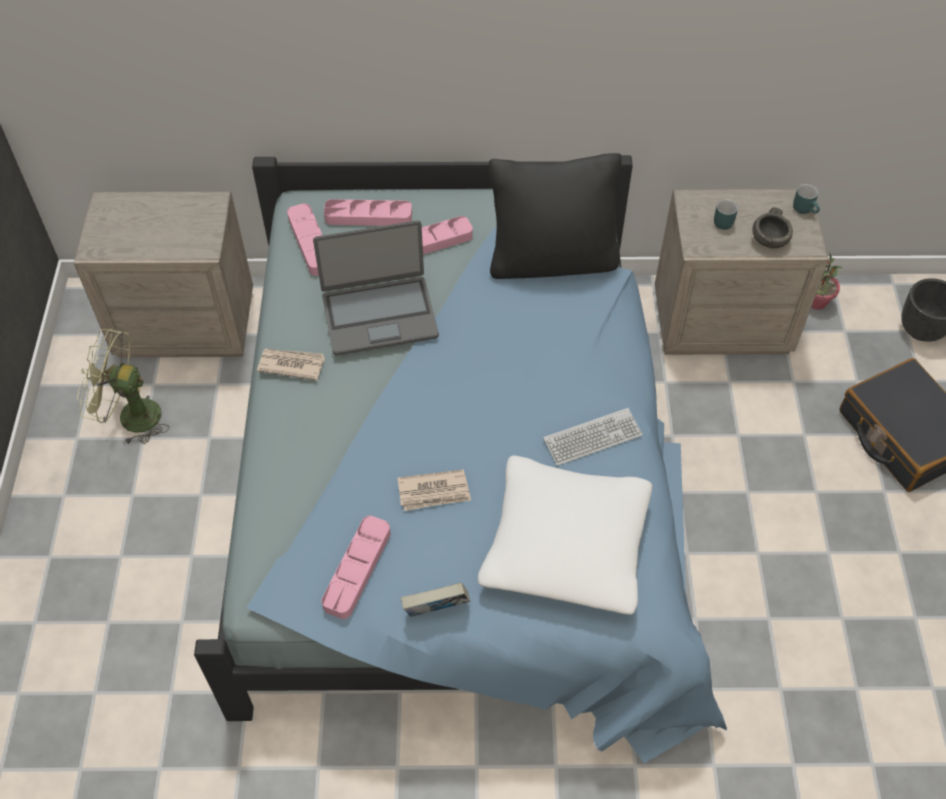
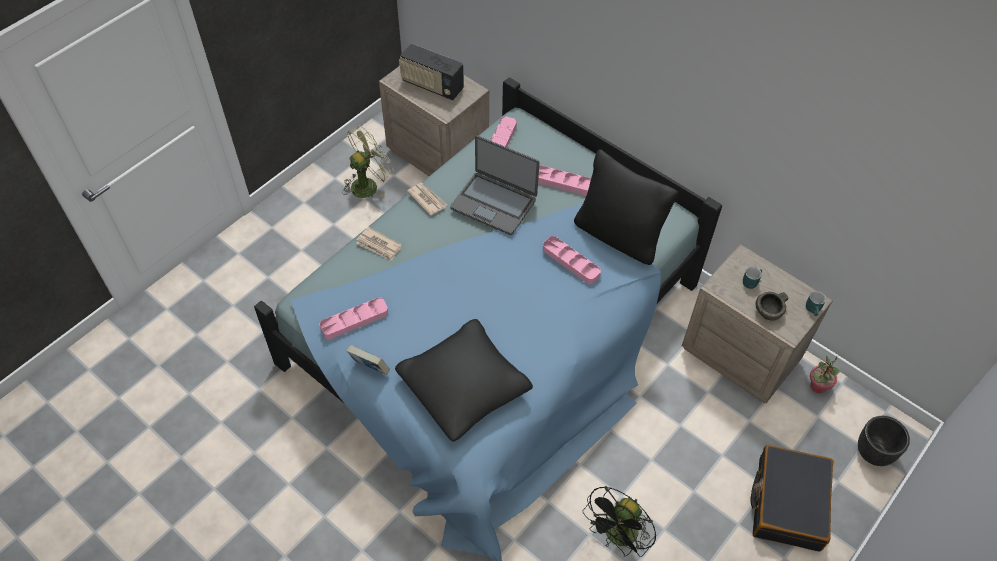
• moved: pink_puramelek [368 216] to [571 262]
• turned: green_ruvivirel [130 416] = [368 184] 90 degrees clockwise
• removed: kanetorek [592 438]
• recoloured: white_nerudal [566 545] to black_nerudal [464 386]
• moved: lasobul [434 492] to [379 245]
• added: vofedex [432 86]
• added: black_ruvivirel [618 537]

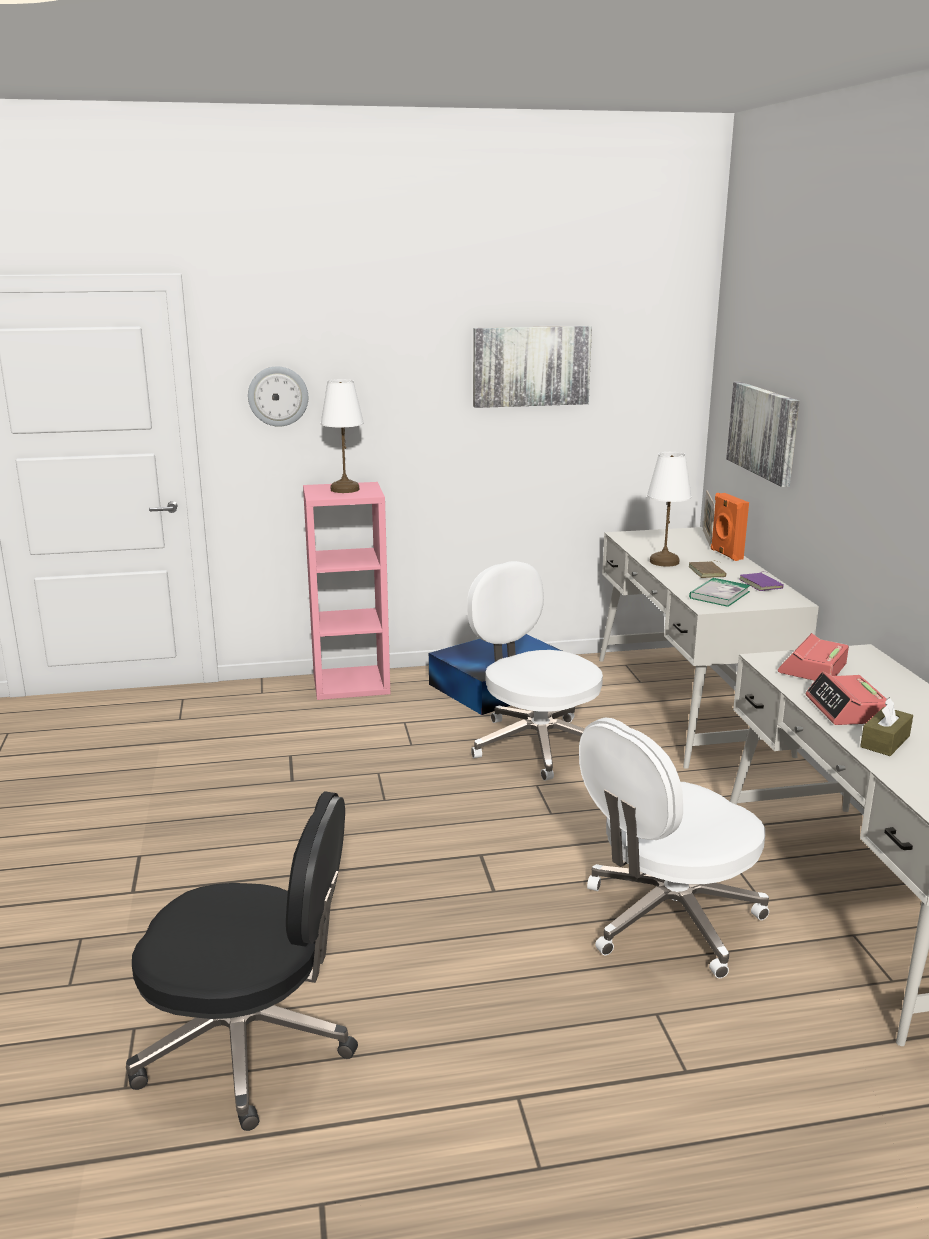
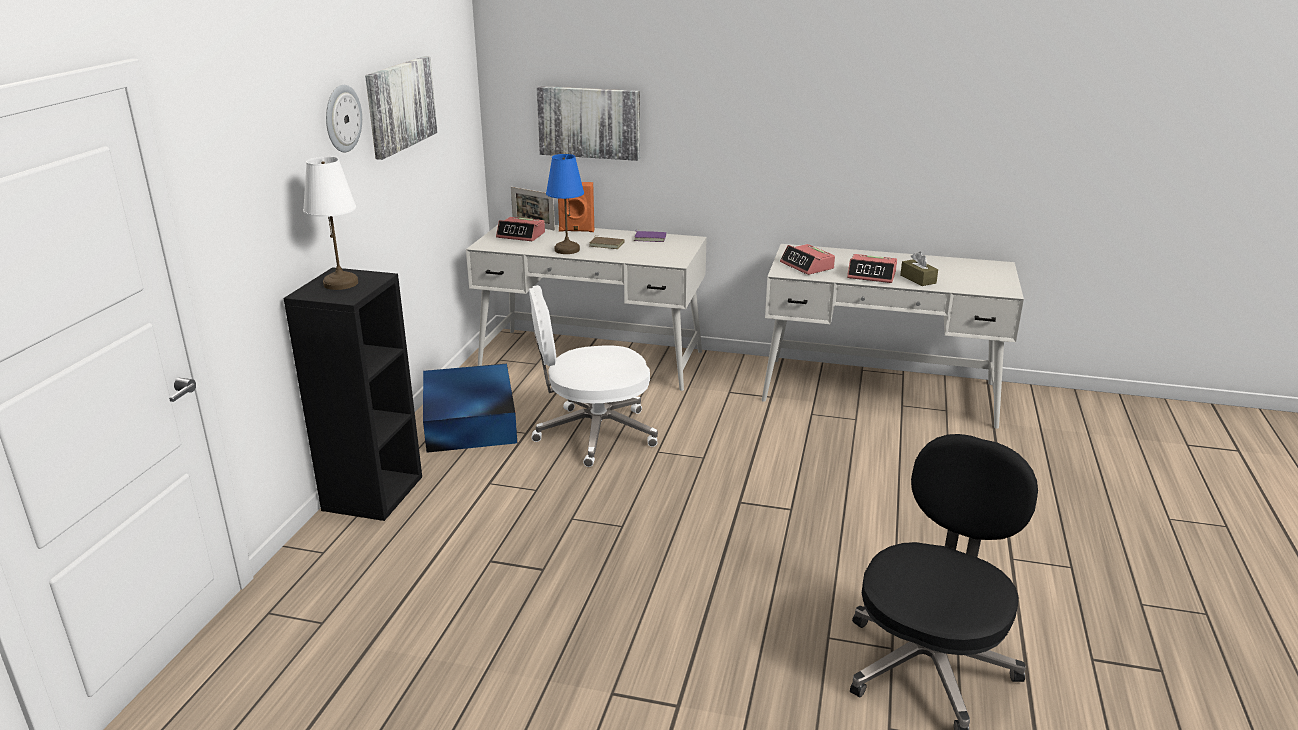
• moved: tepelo [278 396] to [342 118]
• recoloured: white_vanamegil [663 561] to blue_vanamegil [566 250]
• recoloured: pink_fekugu [352 684] to black_fekugu [372 492]
• removed: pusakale [719 595]
• removed: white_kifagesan [667 920]
• added: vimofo [521 235]

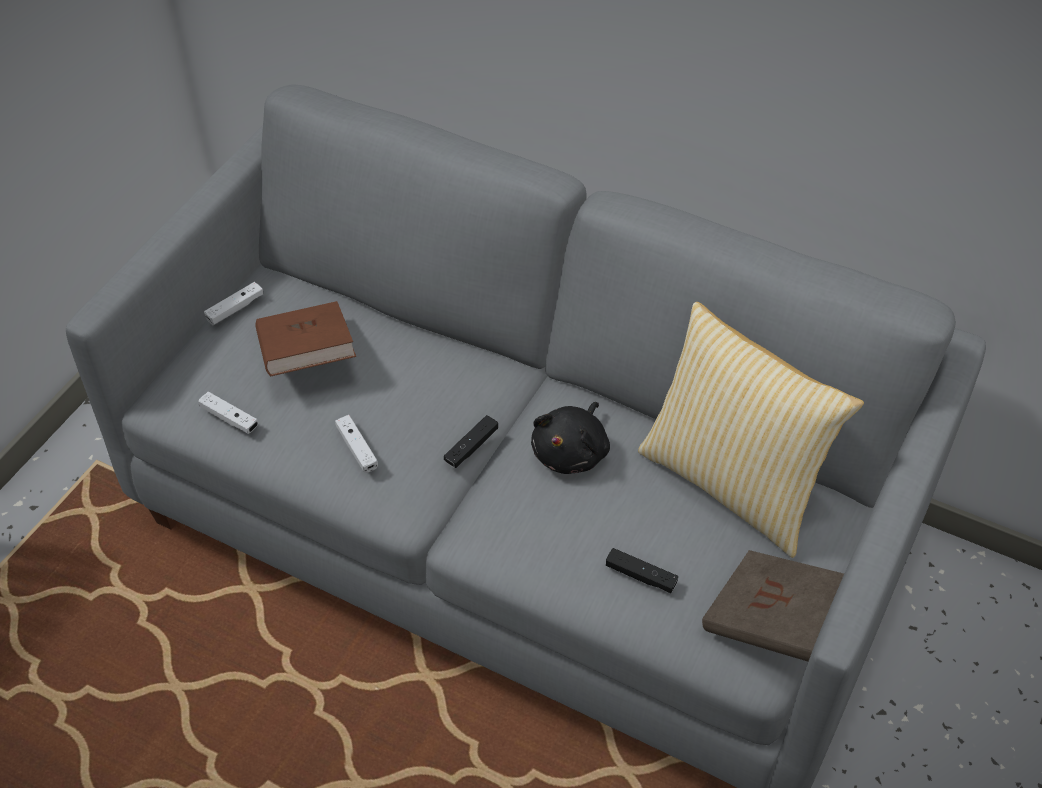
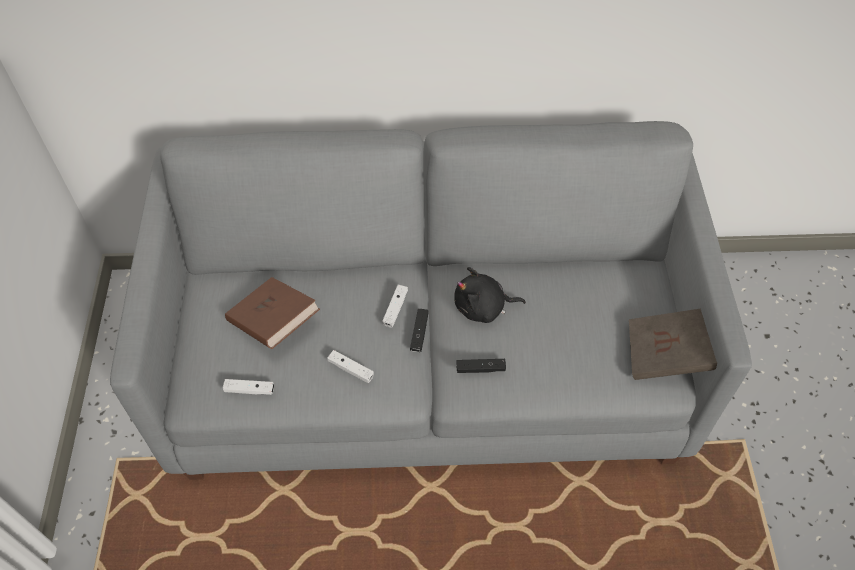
• moved: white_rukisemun [235 308] to [395 309]
• removed: nerudal [733 482]
• turned: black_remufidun [572 452] = [483 307] 90 degrees clockwise
• moved: black_rukisemun [641 576] to [480 369]

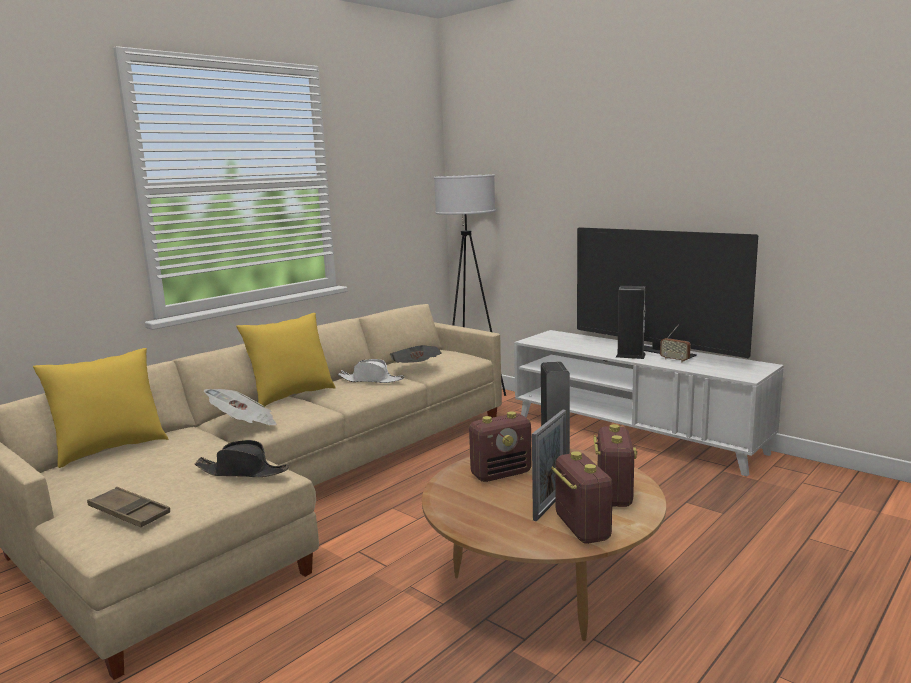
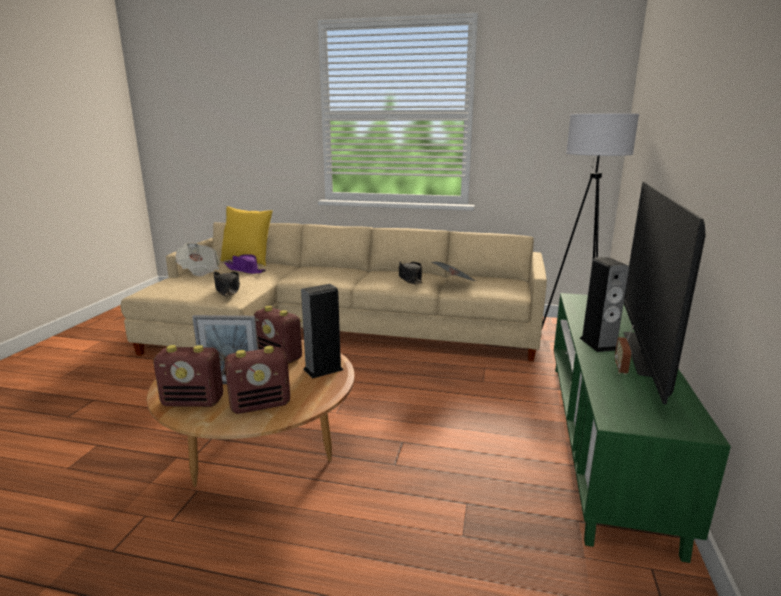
• removed: yellow_nerudal [291 396]
• recoloured: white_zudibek [634 434] to green_zudibek [603 439]
• recoloured: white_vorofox [371 380] to black_vorofox [410 278]
• moved: lasobul [244 424] to [199 270]
• turned: vofedex [581 528] = [193 402] 45 degrees clockwise
• removed: brown_puramelek [129 513]
• added: purple_vorofox [245 270]

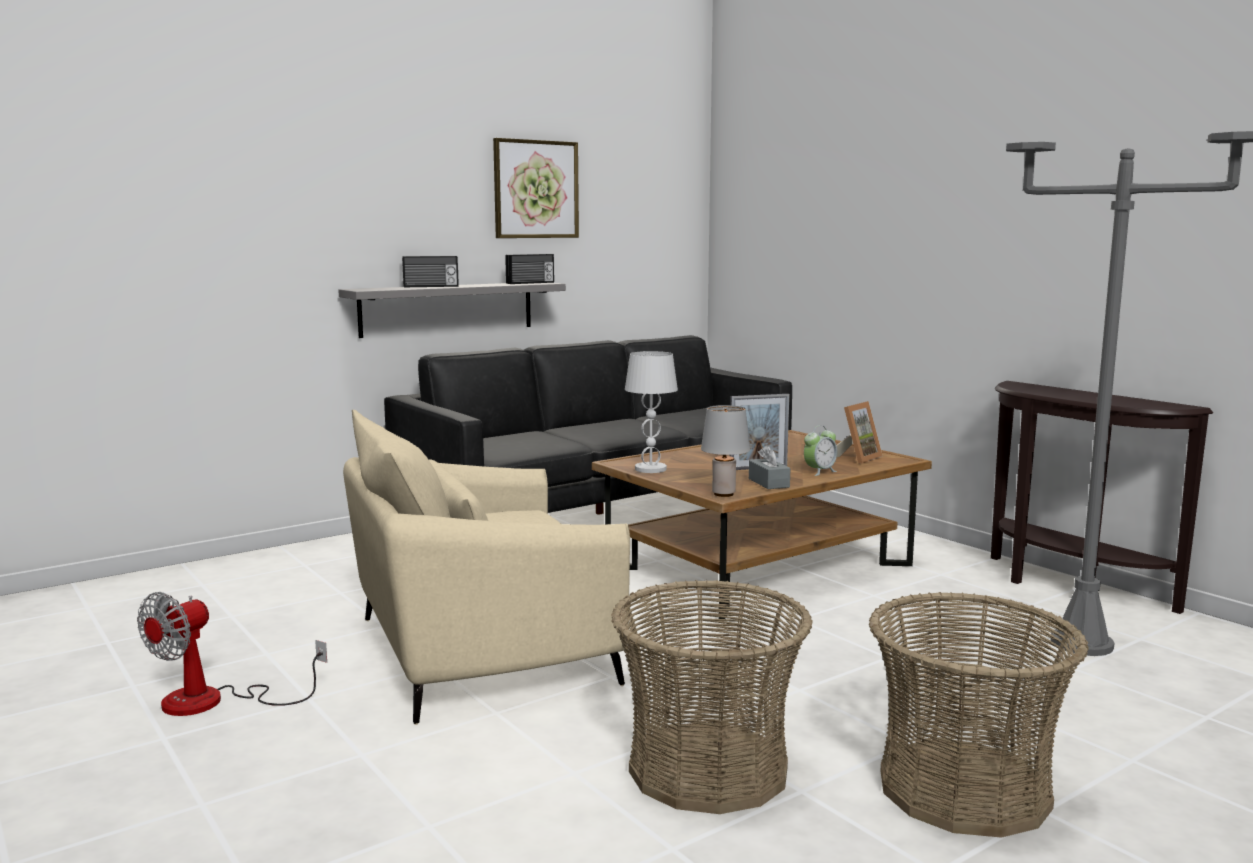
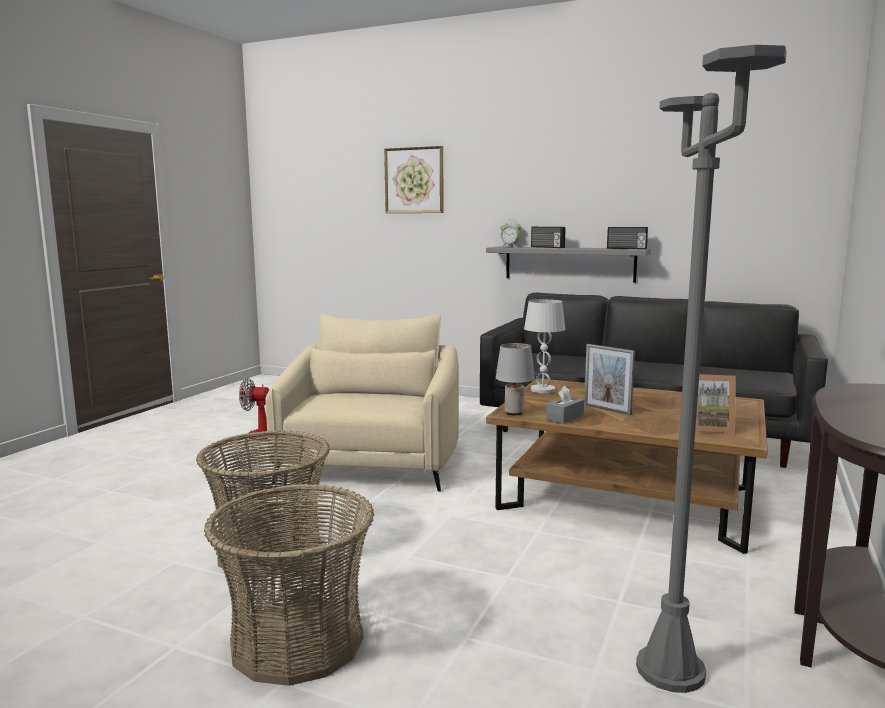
• moved: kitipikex [536 189] to [414 180]
• turned: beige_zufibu [479 650] = [371 464] 60 degrees clockwise
• moved: vimofo [819 472] to [510 246]

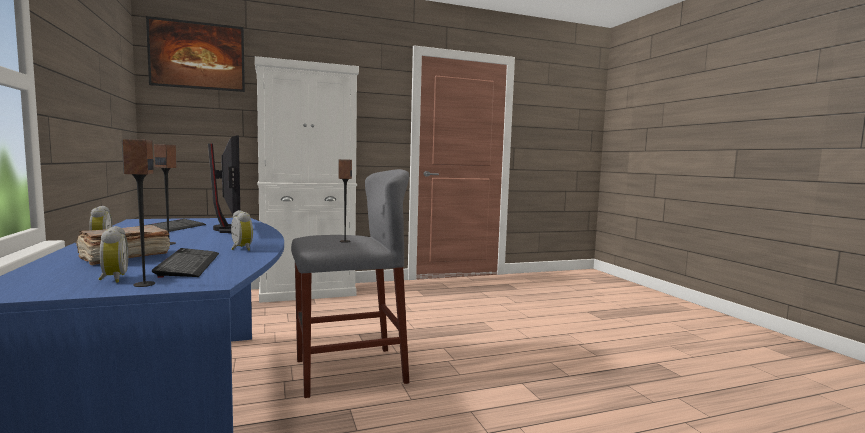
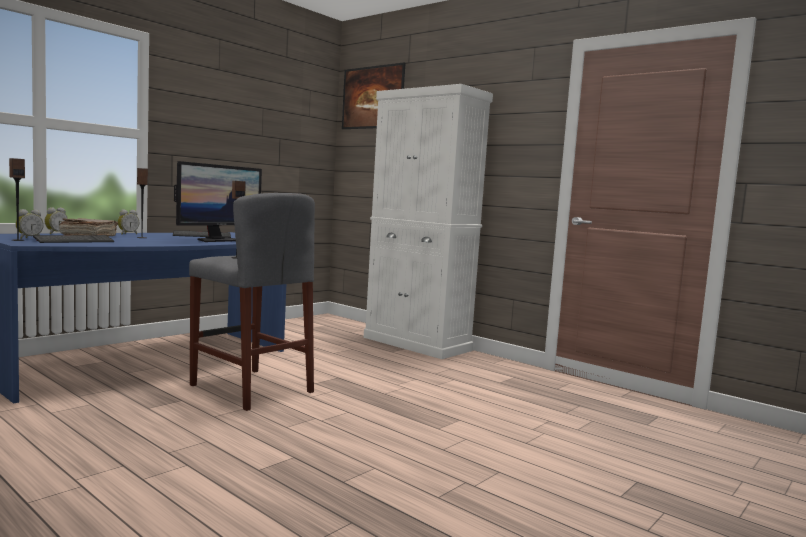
• moved: vimofo [240 249] to [55 233]

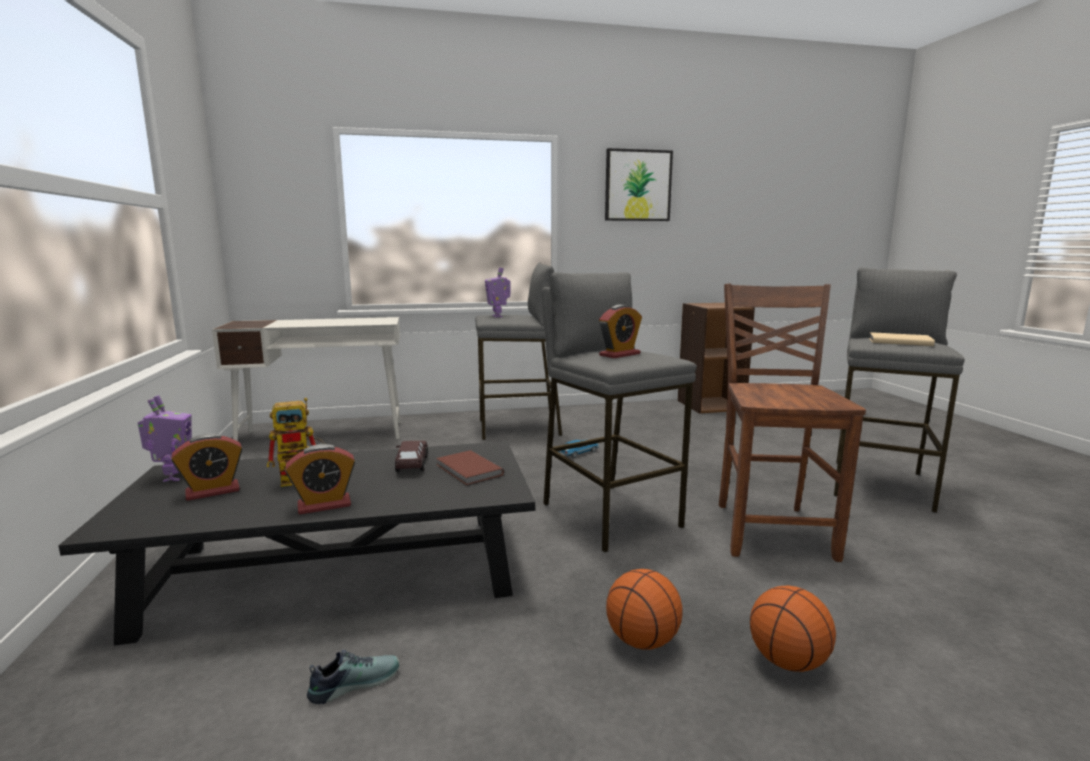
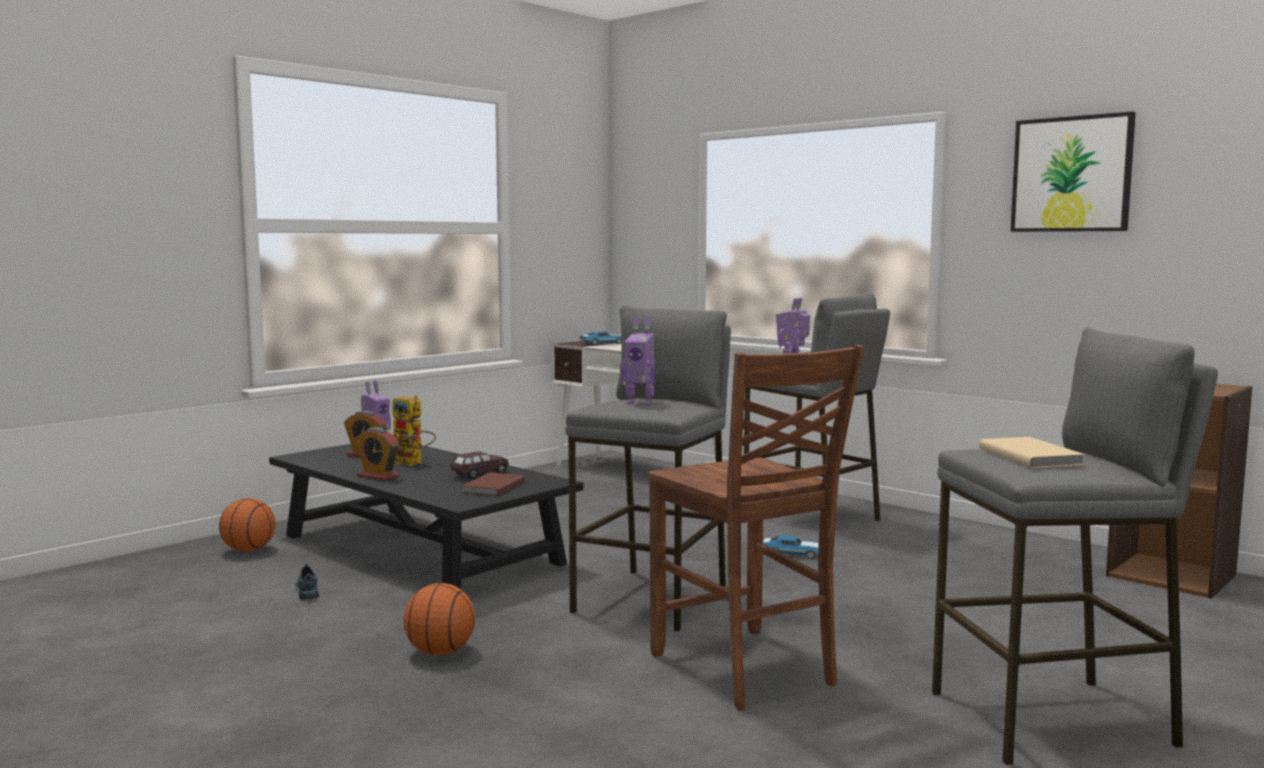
• turned: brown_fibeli [771 529] = [745 670] 90 degrees clockwise
• replaced: vimofo [619 354] to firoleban [640 402]
• moved: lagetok [787 661] to [249 550]
• turned: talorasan [354 682] = [306 591] 135 degrees counterclockwise
• added: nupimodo [604 344]

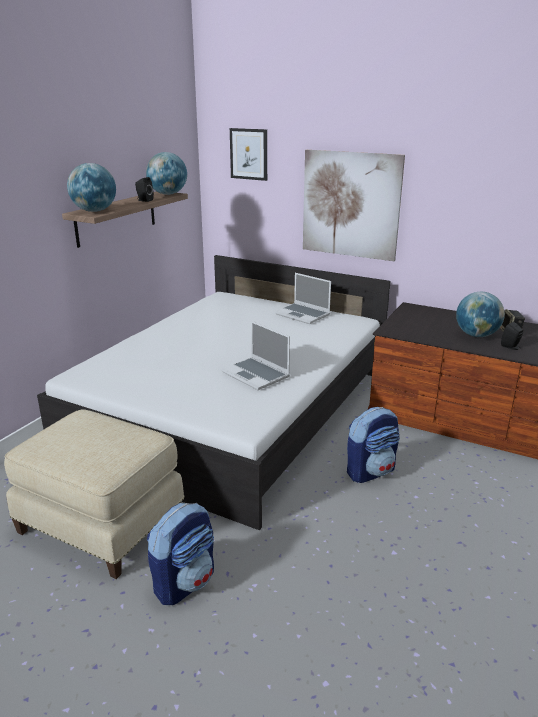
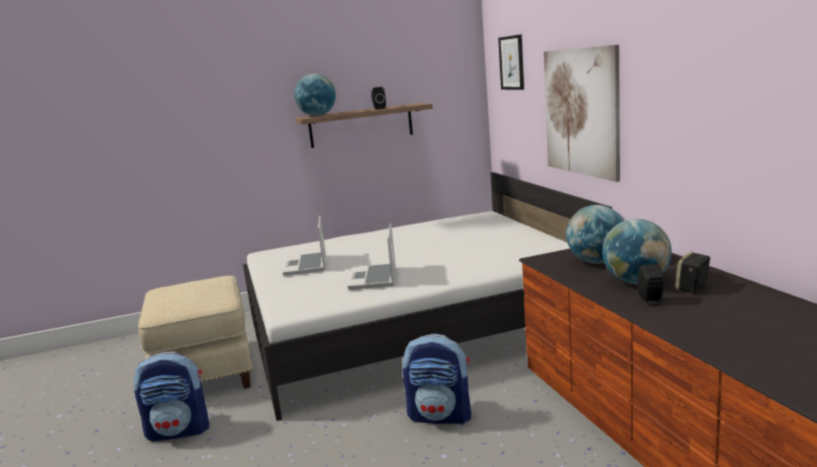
• moved: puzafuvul [168 194] to [596 262]
• moved: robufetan [303 314] to [306 265]

